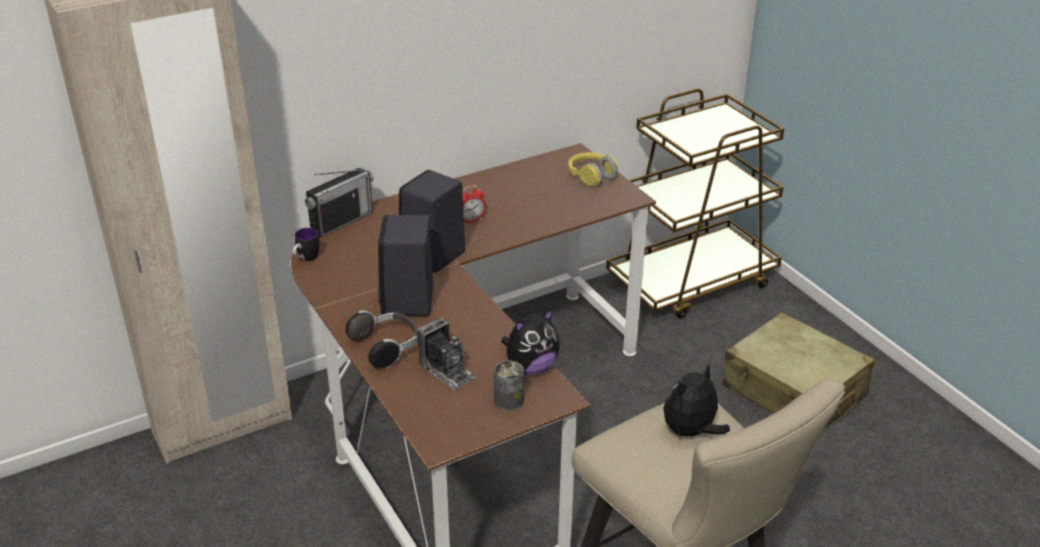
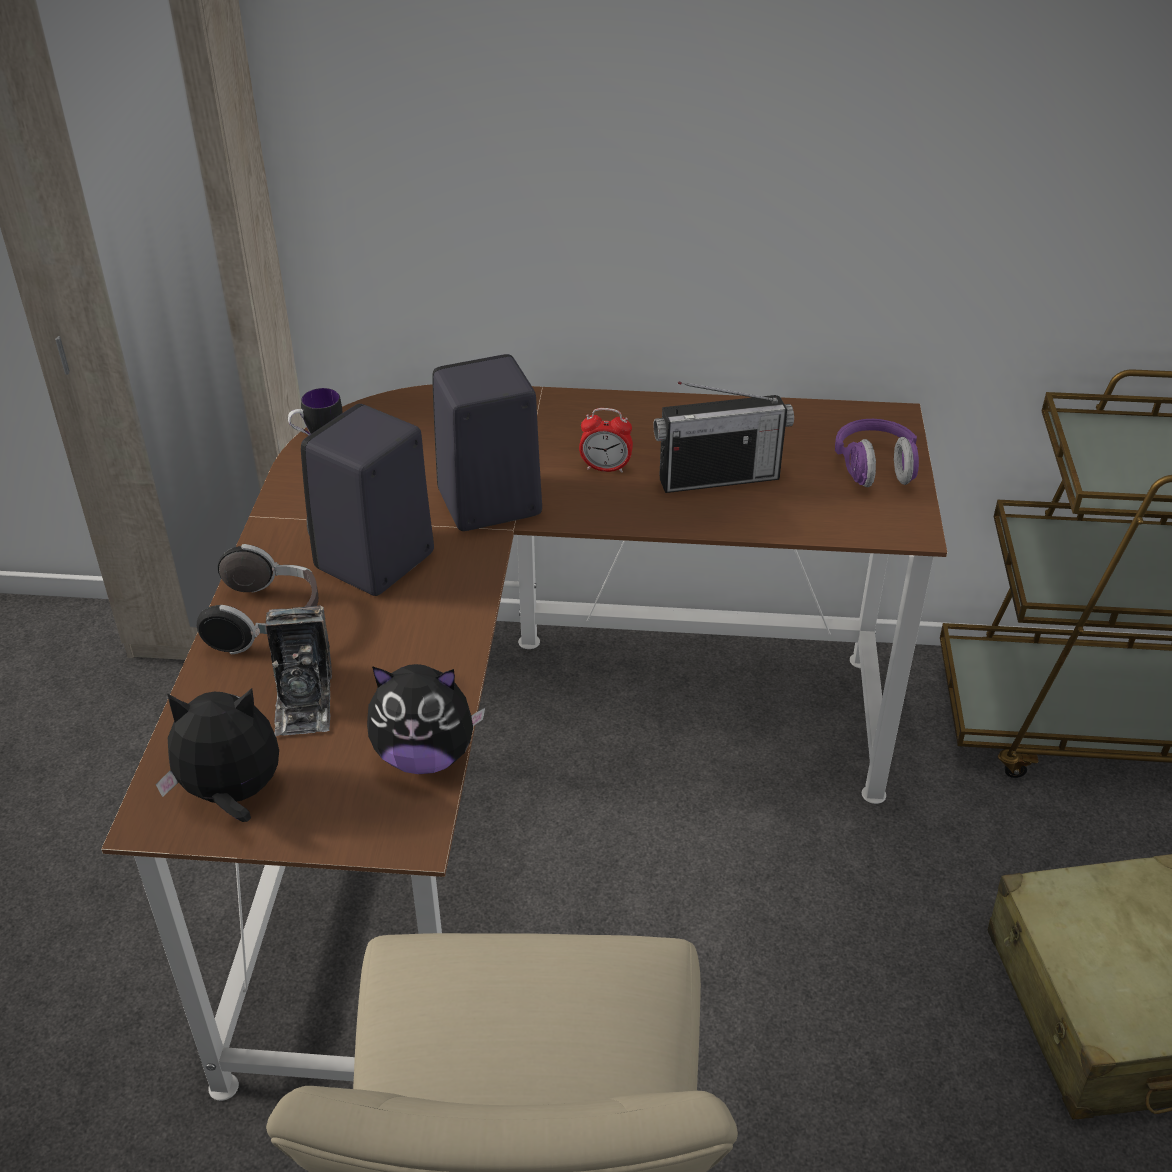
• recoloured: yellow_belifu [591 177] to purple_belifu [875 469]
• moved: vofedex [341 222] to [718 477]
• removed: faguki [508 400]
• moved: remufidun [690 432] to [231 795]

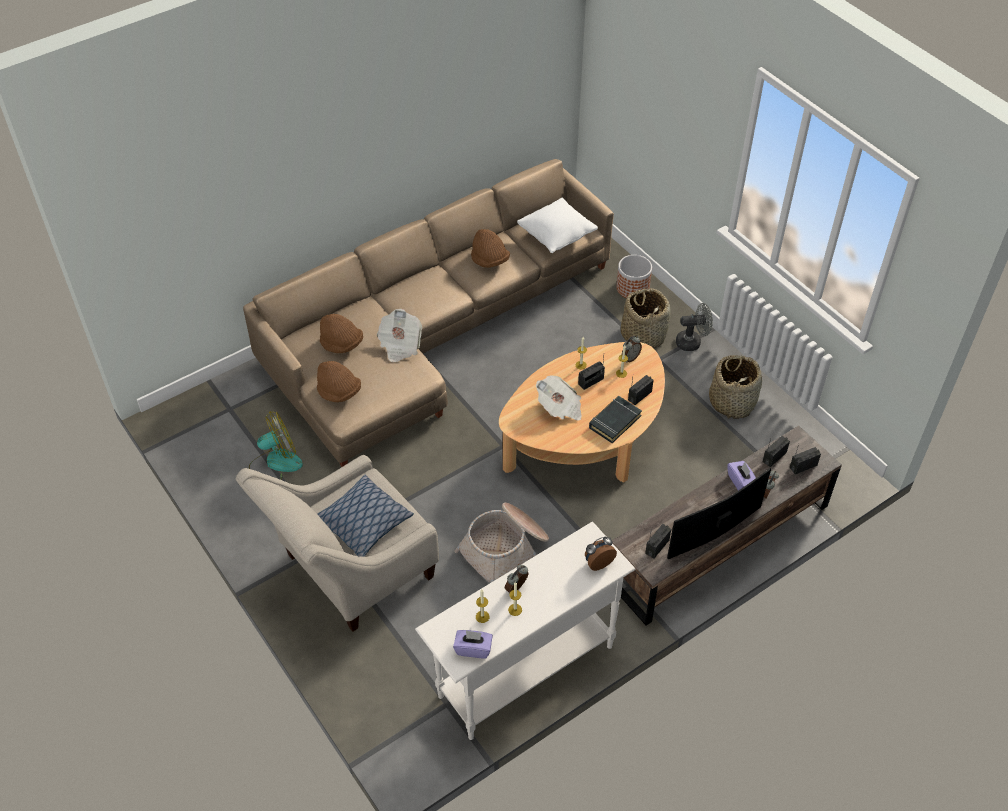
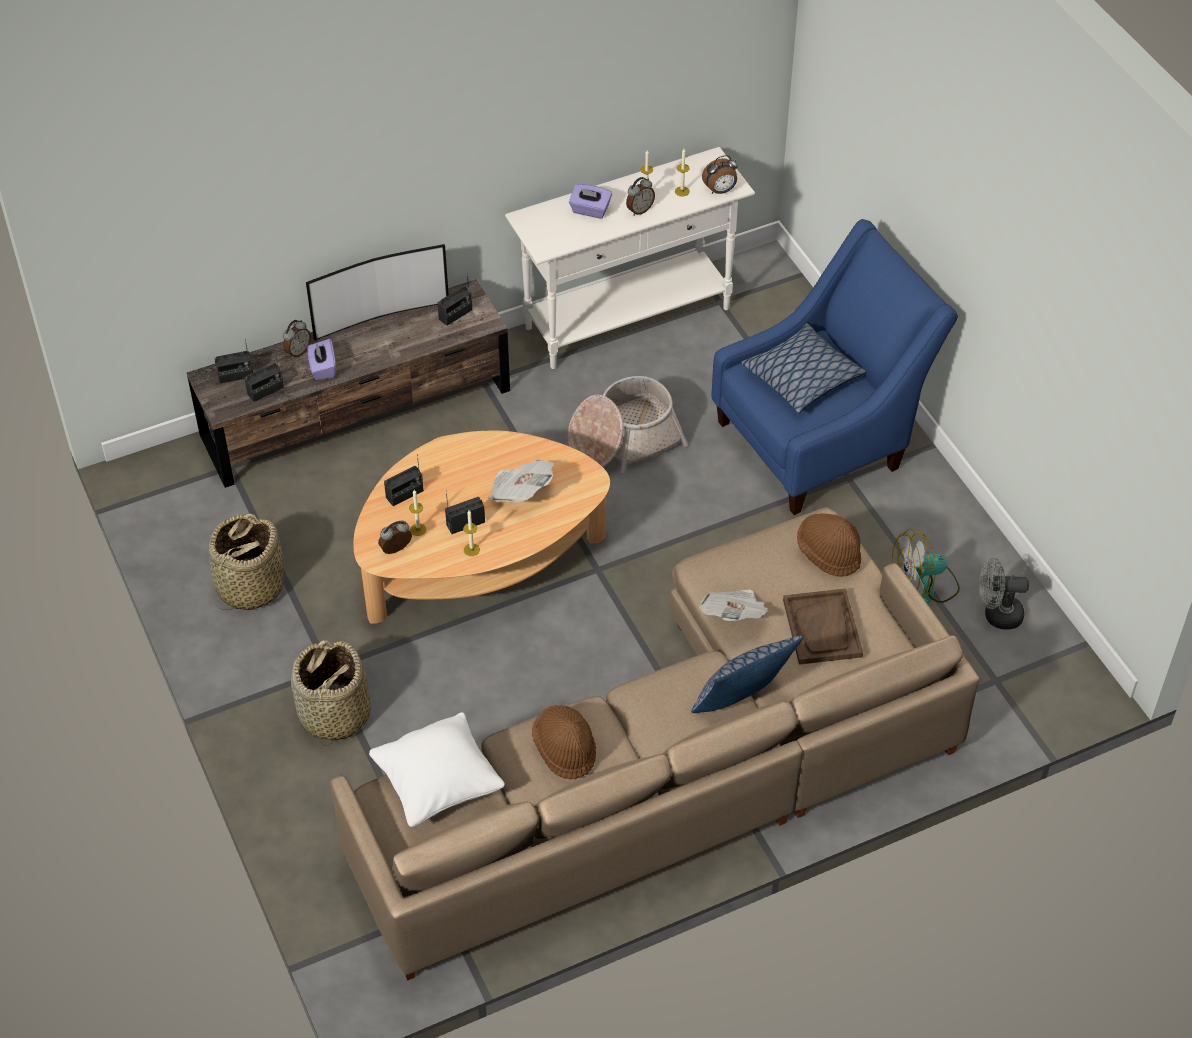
• removed: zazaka [632 288]
• moved: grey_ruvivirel [692 342] to [996 615]
• replaced: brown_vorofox [342 344] to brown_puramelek [822 628]
• removed: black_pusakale [614 421]
• recoloured: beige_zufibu [350 572] to blue_zufibu [820 440]
• moved: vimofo [598 562] to [720 191]
• moved: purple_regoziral [473 649] to [590 210]
• added: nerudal [742 701]

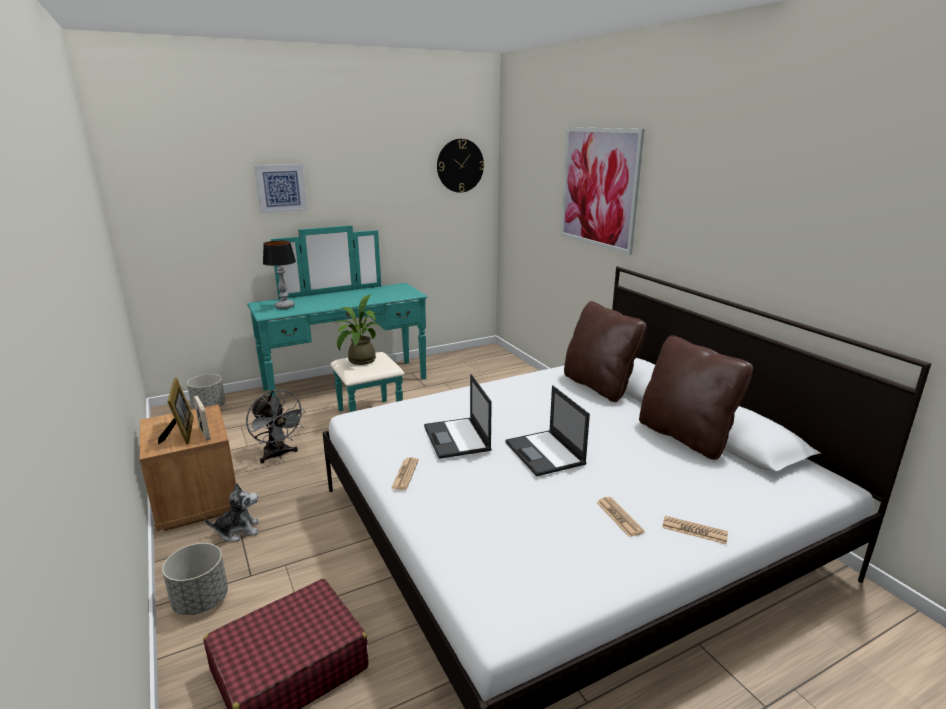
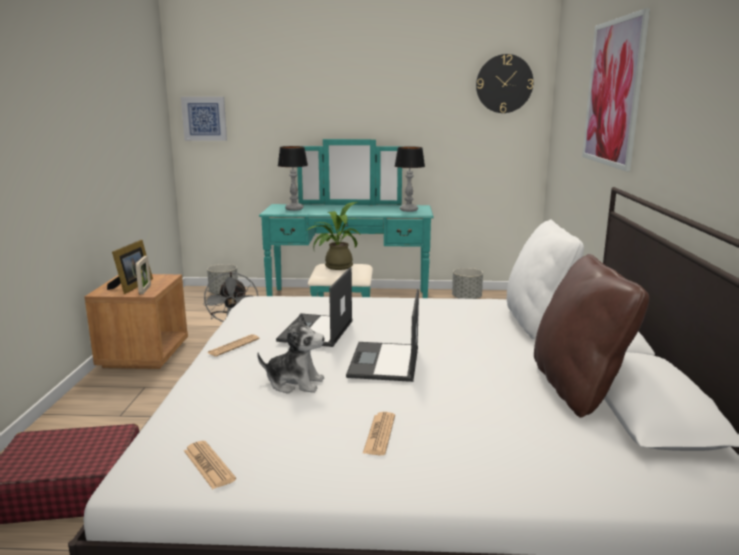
• moved: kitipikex [281 188] to [204 118]
• recoloured: brown_nerudal [599 386] to white_nerudal [537 322]
• moved: remufidun [238 530] to [295 383]
• moved: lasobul [694 530] to [208 465]
• moved: grey_zazaka [201 600] to [466 298]
• added: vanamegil [408 210]

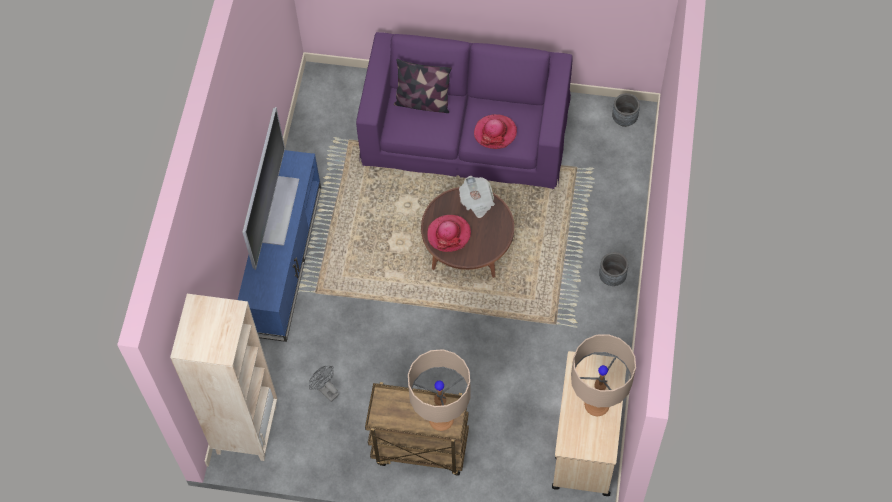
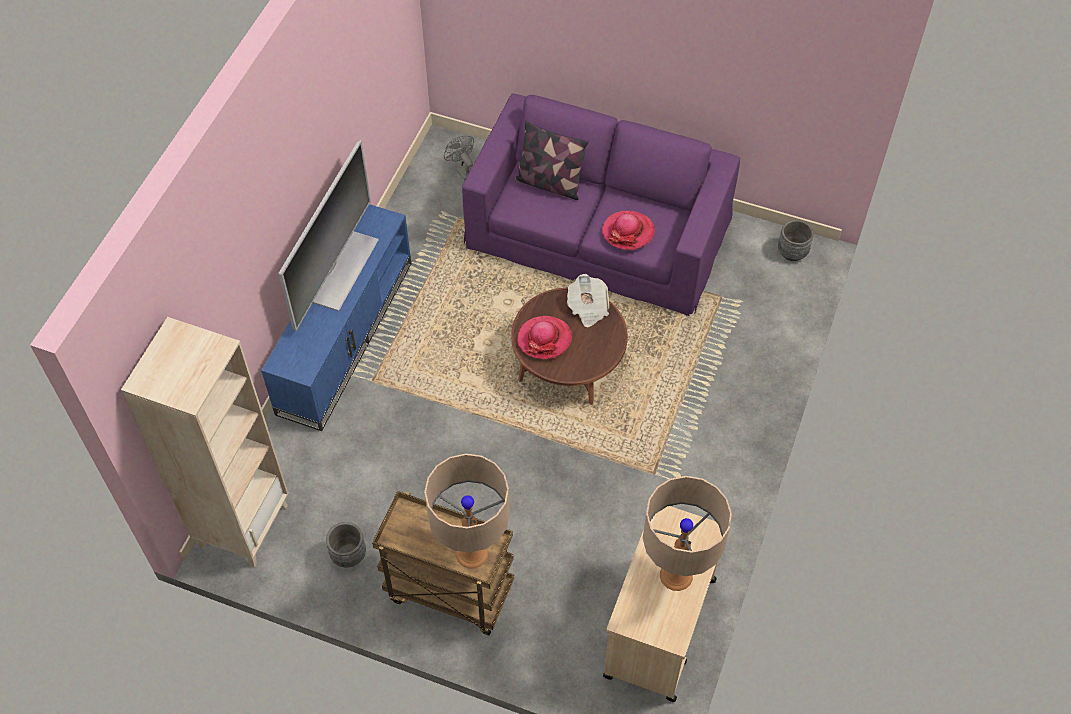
• moved: grey_zazaka [612 277] to [348 555]
• moved: grey_ruvivirel [326 390] to [462 170]

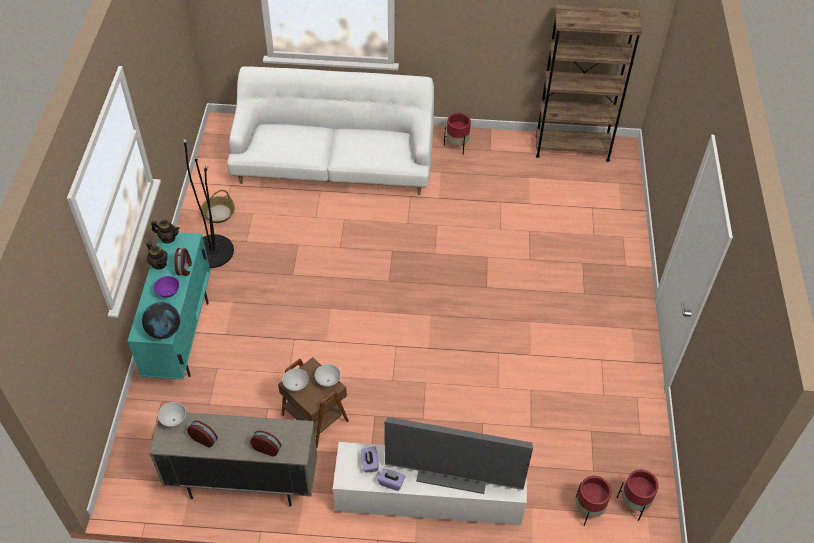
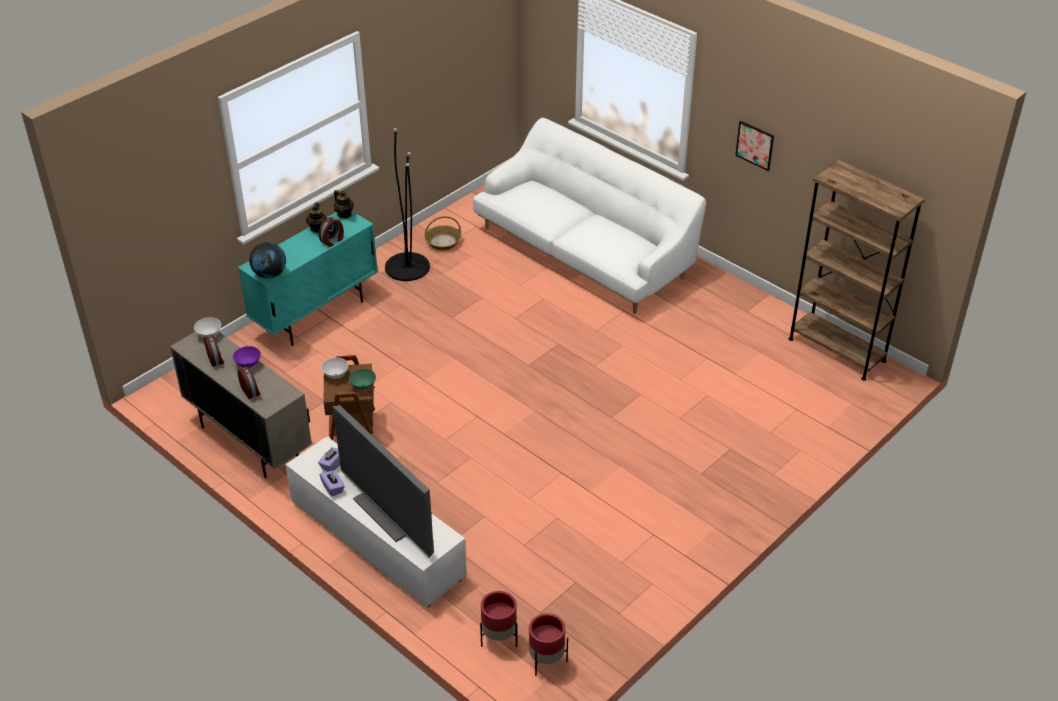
• removed: red_zazaka [457 146]
• moved: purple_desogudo [168 293] to [248 364]
• recoloured: white_desogudo [328 381] to green_desogudo [363 386]
• added: kitipikex [755 145]

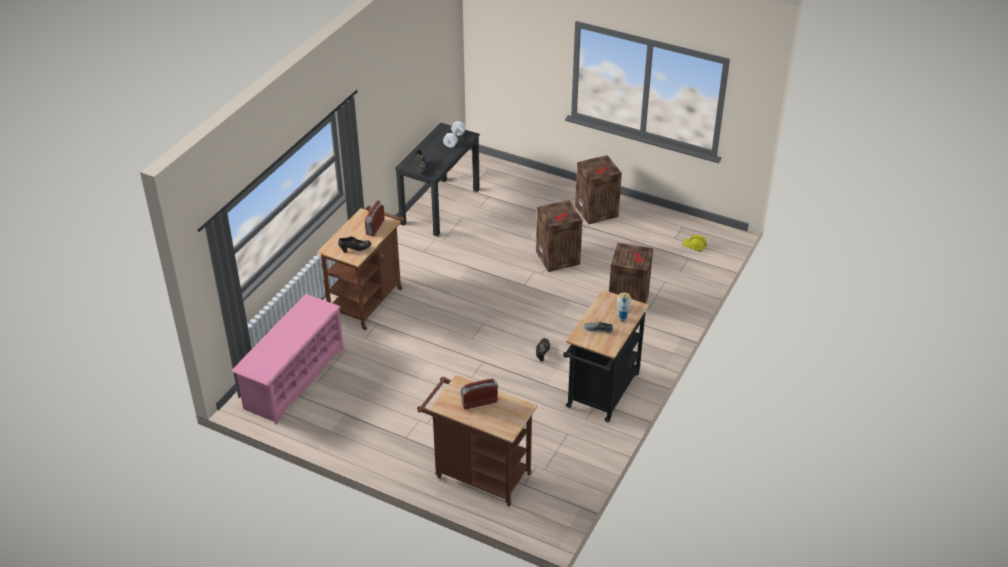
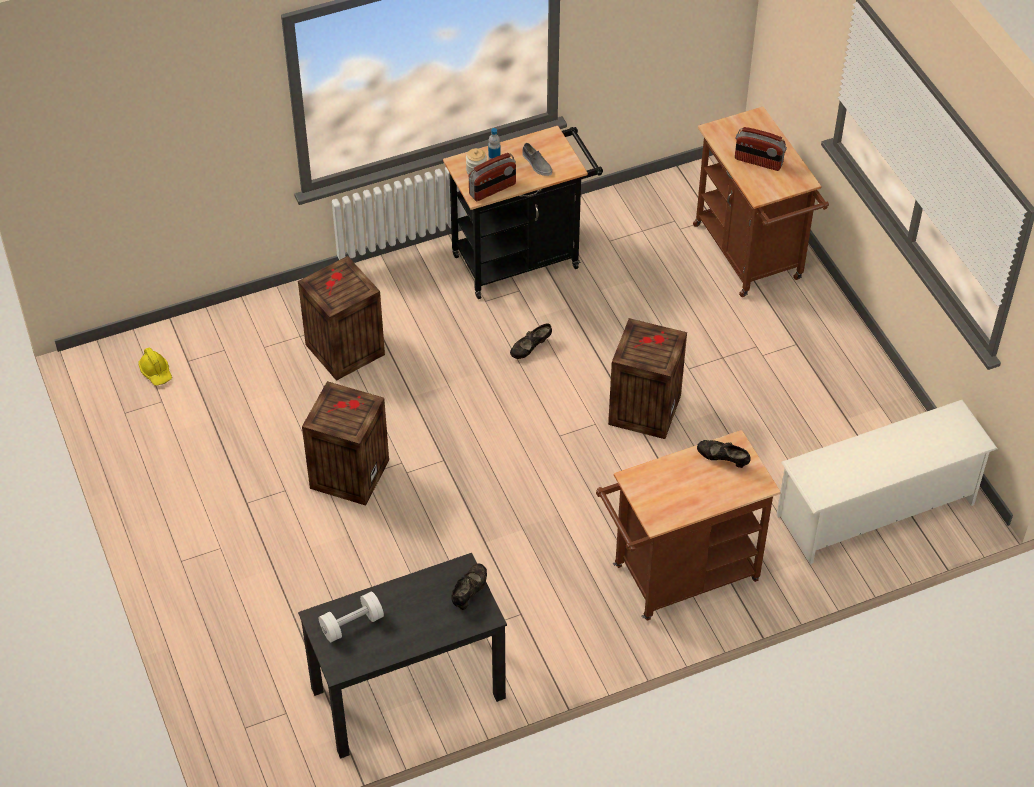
• moved: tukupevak [597 211] to [643 408]
• moved: vofedex [375 227] to [492 189]
• recoloured: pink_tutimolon [294 378] to white_tutimolon [876 510]

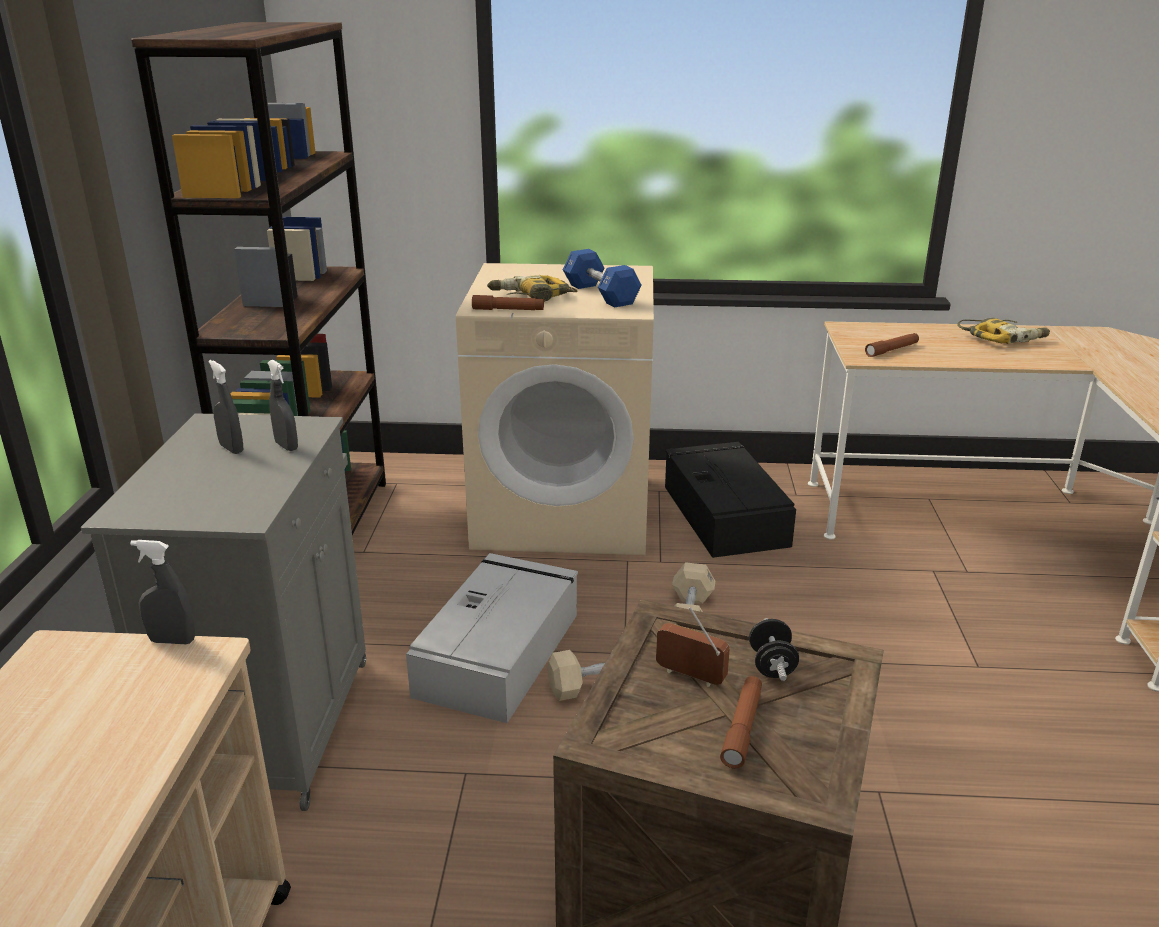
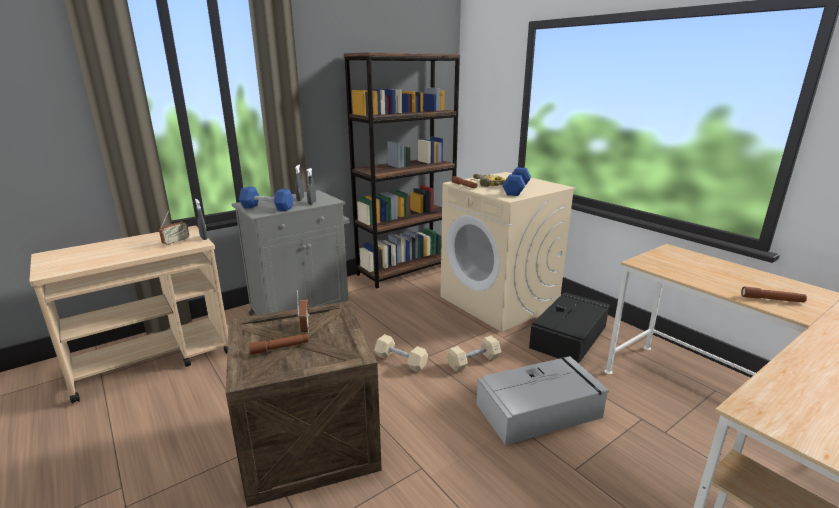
• removed: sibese [1002 338]
• moved: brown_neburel [892 350] to [772 299]
• moved: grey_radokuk [499 652] to [540 410]
• removed: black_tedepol [771 665]
• added: blue_tedepol [267 208]
• added: vofedex [176 242]

